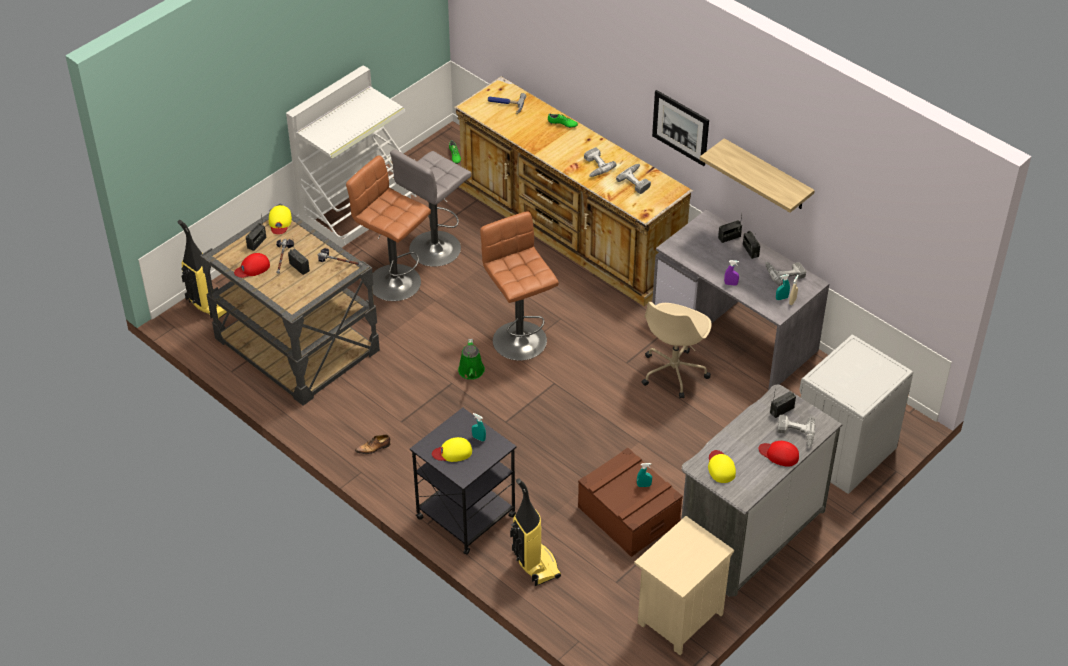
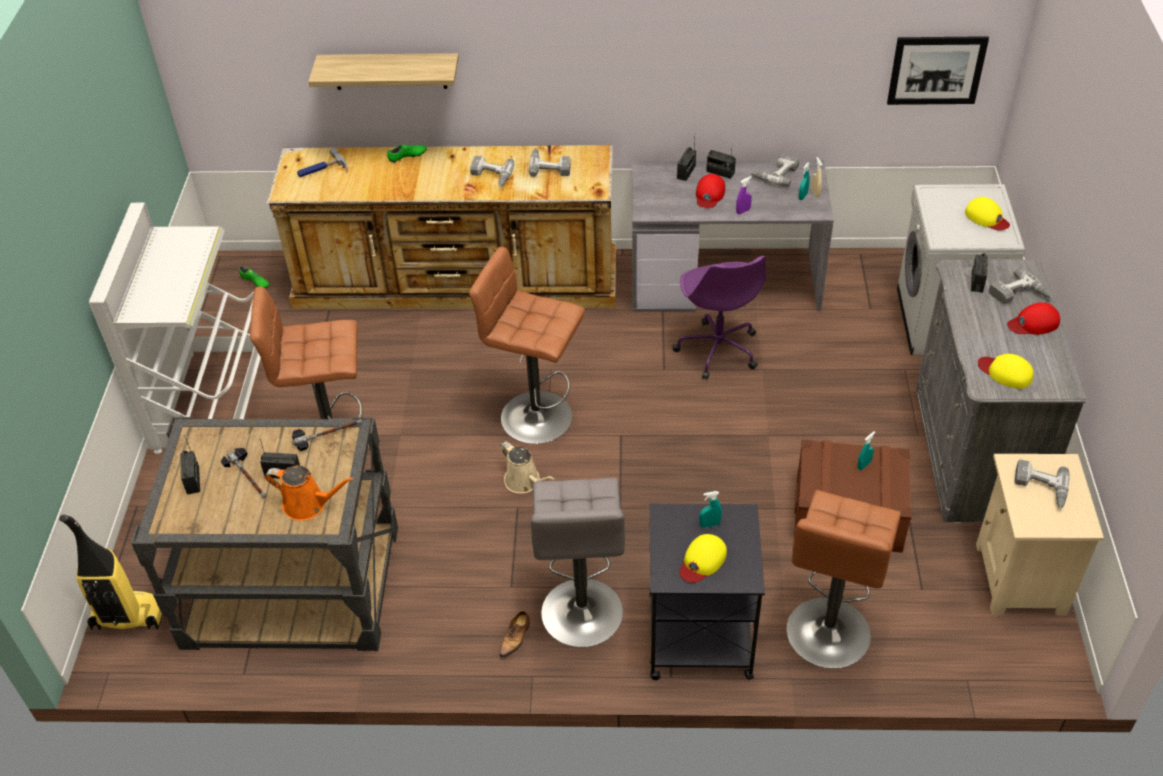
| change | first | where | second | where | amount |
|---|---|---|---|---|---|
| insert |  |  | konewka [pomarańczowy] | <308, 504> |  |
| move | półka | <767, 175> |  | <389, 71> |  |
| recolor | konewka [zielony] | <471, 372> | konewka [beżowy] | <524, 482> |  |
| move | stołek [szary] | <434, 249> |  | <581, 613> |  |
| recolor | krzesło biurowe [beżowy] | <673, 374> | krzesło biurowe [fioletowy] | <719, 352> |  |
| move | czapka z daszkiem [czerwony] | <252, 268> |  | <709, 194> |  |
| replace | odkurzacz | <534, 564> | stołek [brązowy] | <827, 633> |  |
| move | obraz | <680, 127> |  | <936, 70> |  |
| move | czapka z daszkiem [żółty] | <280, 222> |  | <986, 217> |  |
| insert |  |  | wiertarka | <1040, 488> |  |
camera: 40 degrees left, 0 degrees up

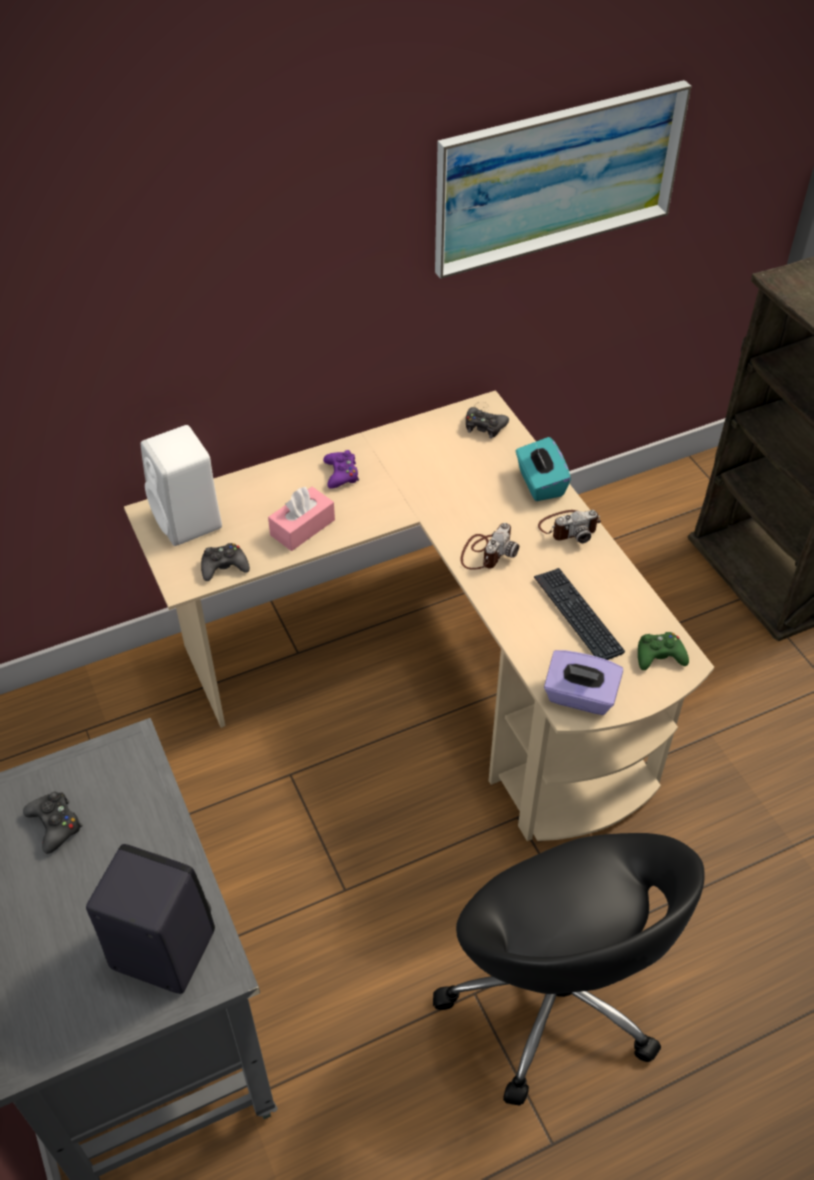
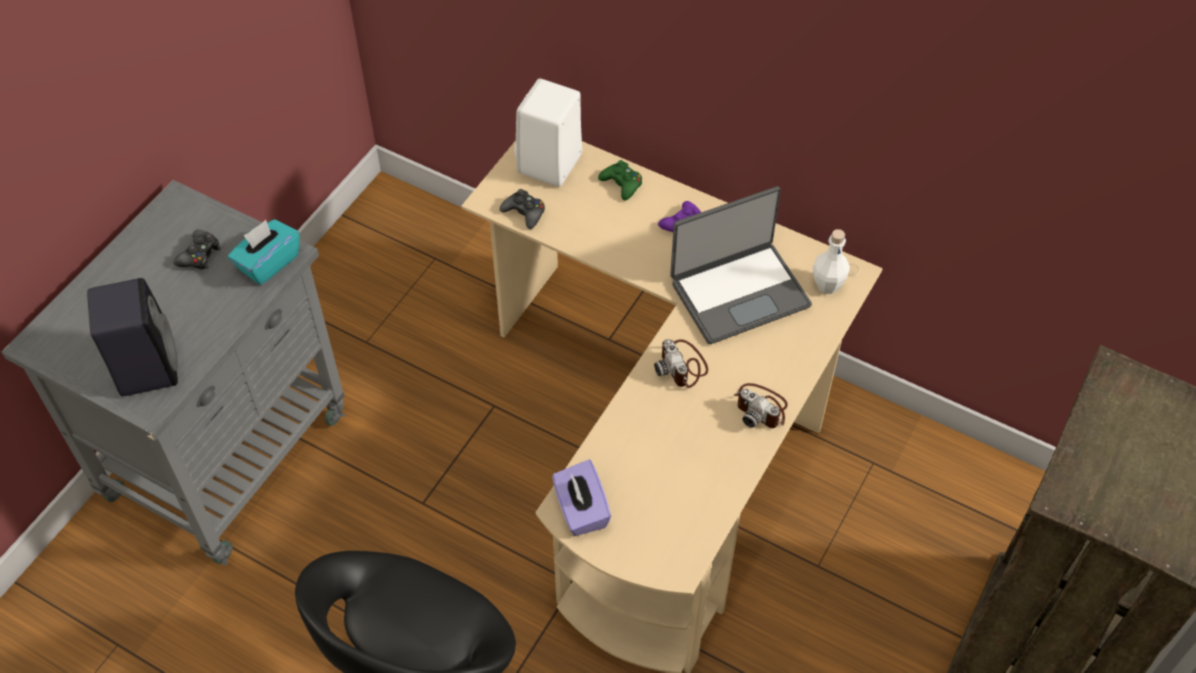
| change | first | where | second | where | amount |
|---|---|---|---|---|---|
| move | pudełko chusteczek [turkusowy] | <540, 483> |  | <268, 262> |  |
| move | pad do gier [zielony] | <659, 656> |  | <622, 184> |  |
| rotate | aparat fotograficzny | <486, 552> |  | <682, 366> | 75 degrees clockwise |
| insert |  |  | laptop | <739, 292> |  |
| replace | pad do gier [czarny] | <484, 426> | butelka [biały] | <827, 285> |  |
| delete | pudełko chusteczek [różowy] | <302, 527> |  |  |  |
| delete | obraz | <557, 177> |  |  |  |
| delete | klawiatura | <577, 615> |  |  |  |
camera: 55 degrees right, 5 degrees up

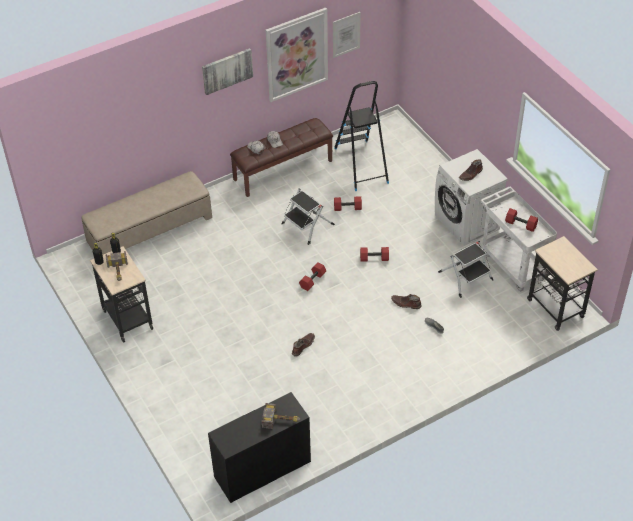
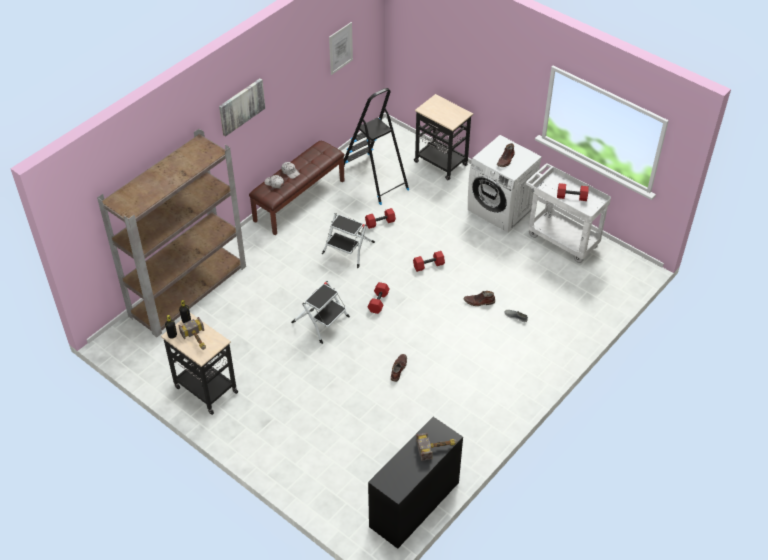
| change | first | where | second | where | amount |
|---|---|---|---|---|---|
| replace | ławka [beżowy] | <150, 228> | regał [brązowy] | <188, 290> |  |
| move | drabinka | <465, 277> |  | <320, 321> |  |
| move | wózek | <556, 309> |  | <441, 164> |  |
| delete | obraz | <296, 54> |  |  |  |
camera: 20 degrees left, 0 degrees up

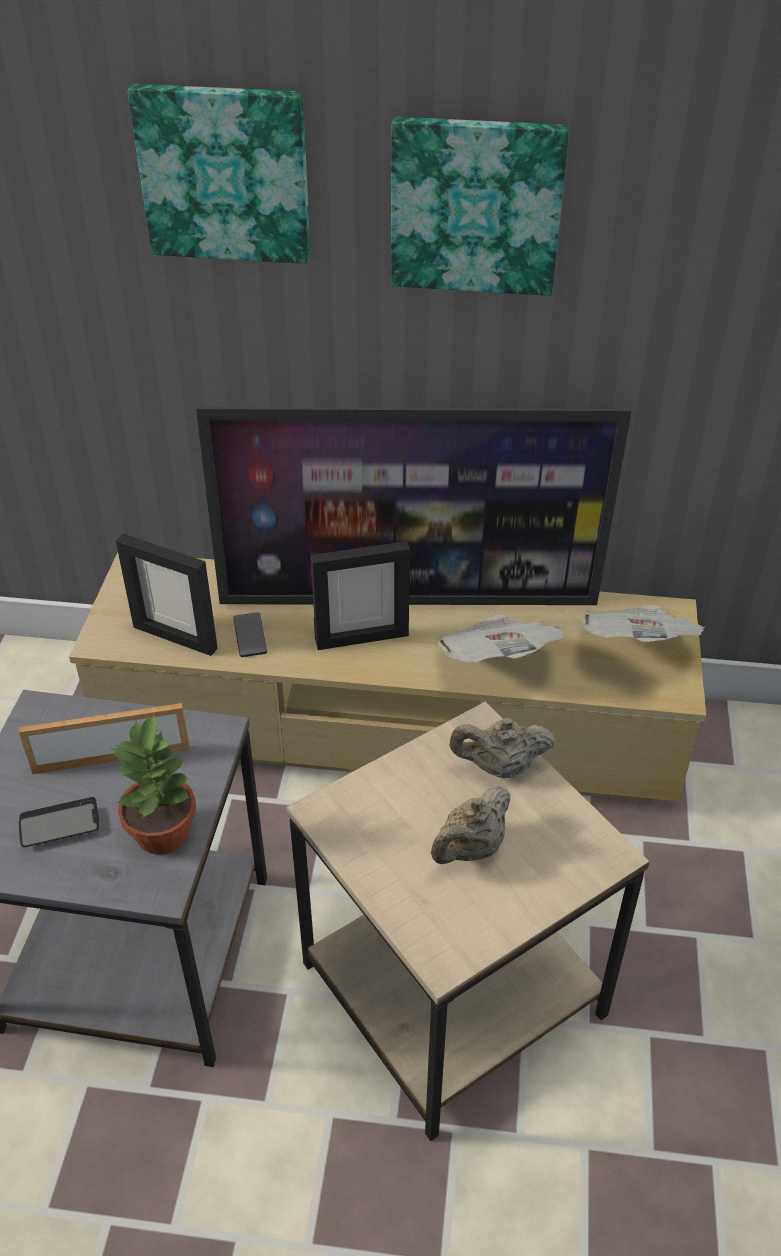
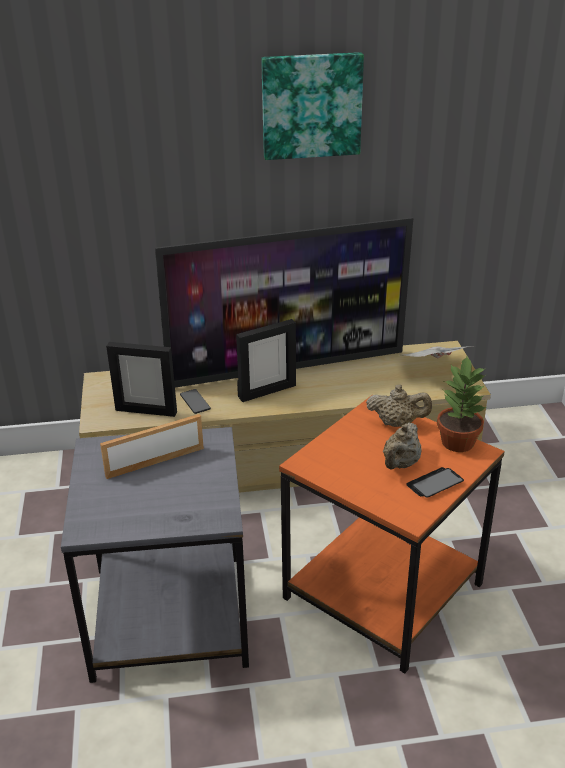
| change | first | where | second | where | amount |
|---|---|---|---|---|---|
| recolor | stolik [beżowy] | <457, 989> | stolik [pomarańczowy] | <386, 590> |  |
| rotate | imbryk [beżowy] | <500, 767> |  | <397, 423> | 150 degrees counterclockwise |
| move | telefon | <59, 824> |  | <434, 484> |  |
| move | roślina doniczkowa | <164, 833> |  | <458, 442> |  |
| delete | obraz | <225, 173> |  |  |  |
| delete | gazeta | <496, 661> |  |  |  |
camera: 15 degrees left, 10 degrees down

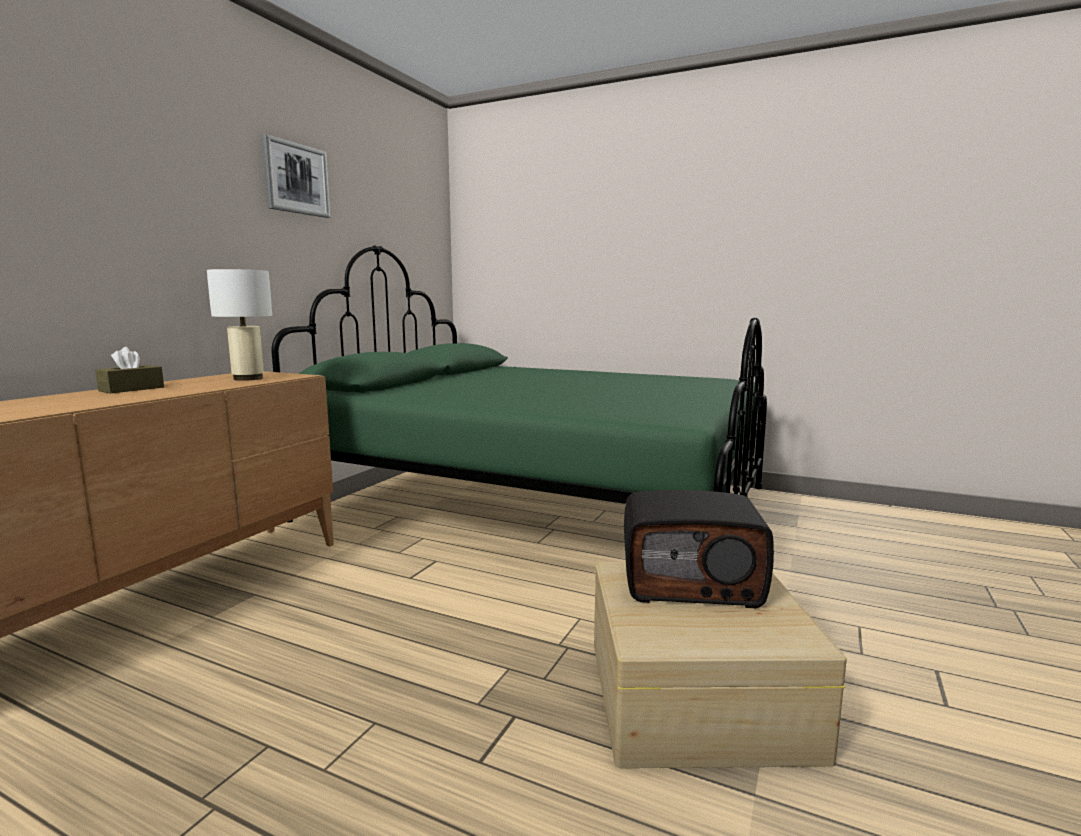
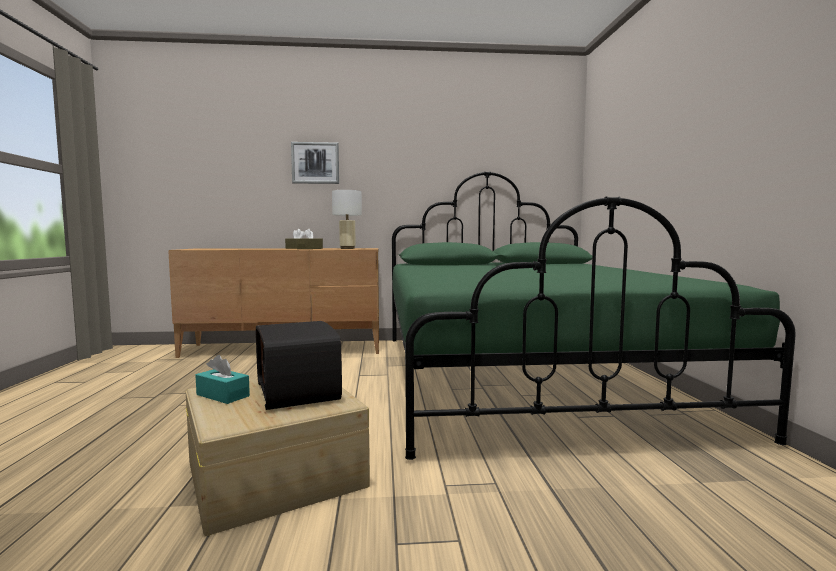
| change | first | where | second | where | amount |
|---|---|---|---|---|---|
| insert |  |  | pudełko chusteczek [turkusowy] | <223, 395> |  |
| move | obraz | <296, 179> |  | <315, 163> |  |
| insert |  |  | pudełko chusteczek [brązowy] | <310, 248> |  |
camera: 60 degrees right, 5 degrees down

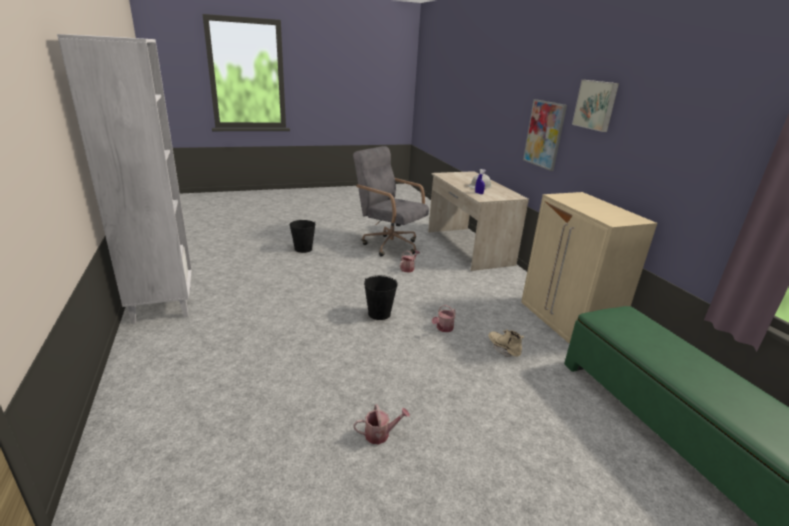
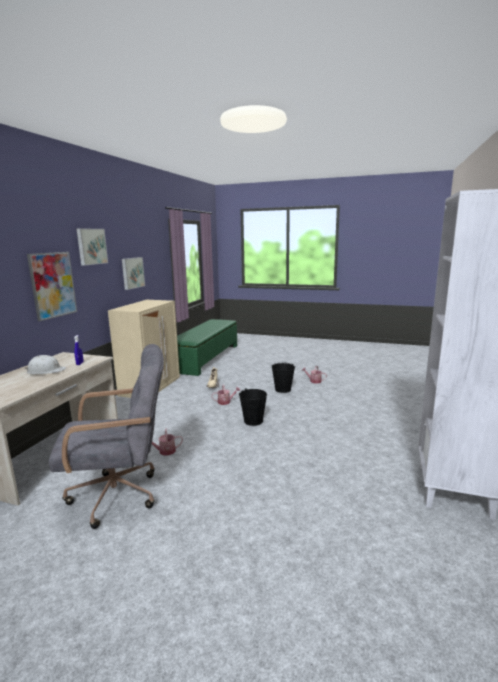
| change | first | where | second | where | amount |
|---|---|---|---|---|---|
| rotate | krzesło biurowe [szary] | <388, 245> |  | <120, 496> | 90 degrees counterclockwise |
| insert |  |  | obraz | <132, 273> |  |
| move | wiadro [czarny] | <303, 249> |  | <283, 389> |  |
camera: 140 degrees left, 10 degrees down

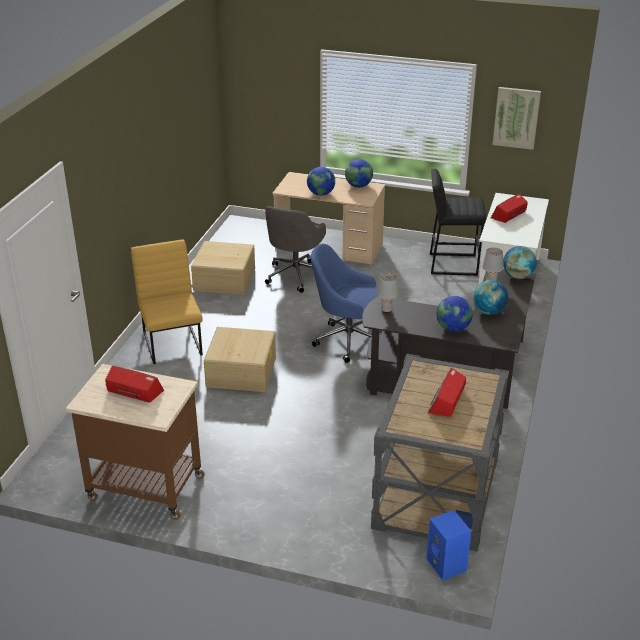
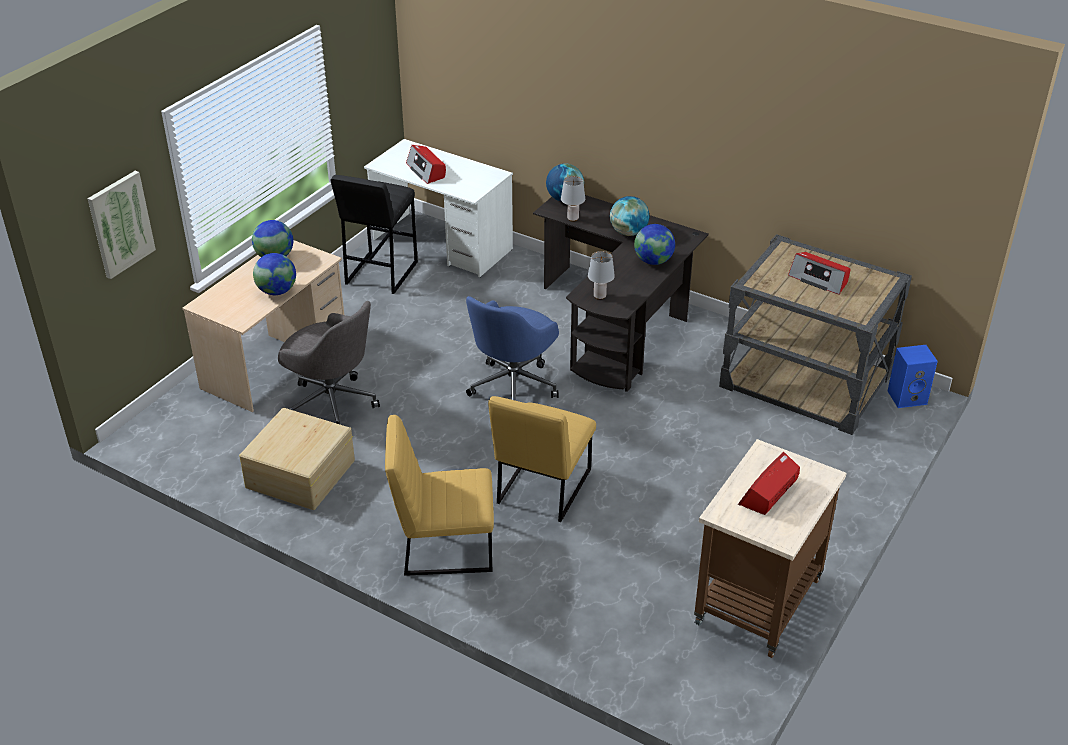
| change | first | where | second | where | amount |
|---|---|---|---|---|---|
| move | obraz | <516, 117> |  | <120, 224> |  |
| replace | pojemnik do przechowywania [beżowy] | <241, 371> | krzesło [żółty] | <542, 488> |  |
camera: 75 degrees left, 5 degrees up

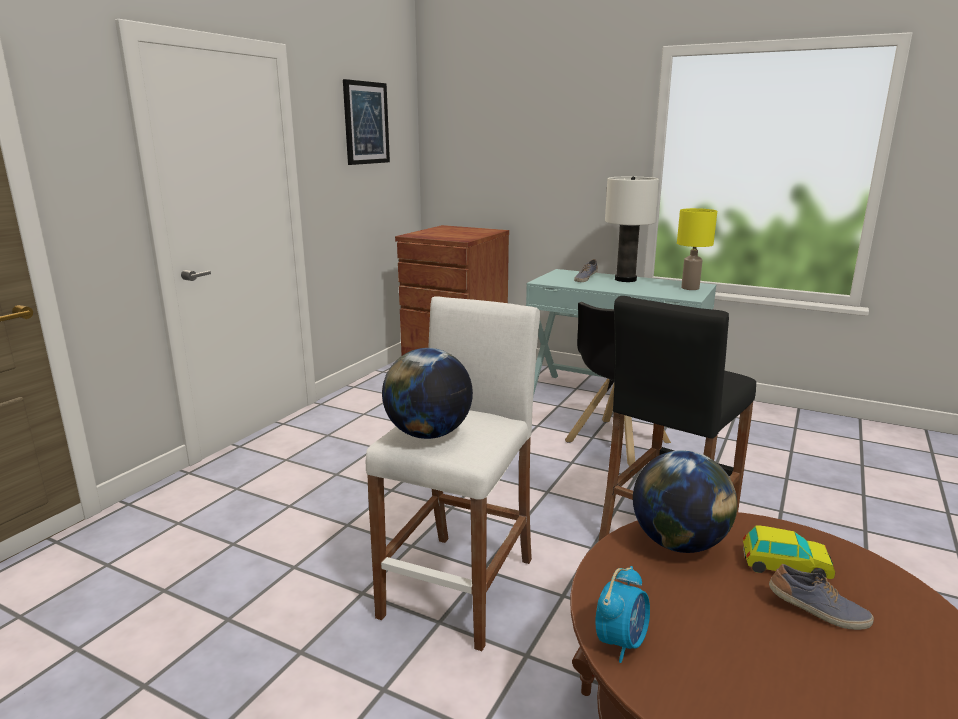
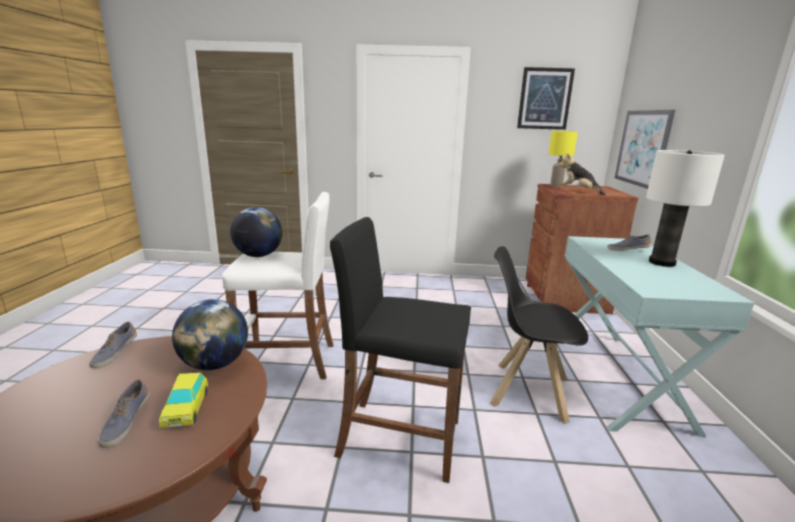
| change | first | where | second | where | amount |
|---|---|---|---|---|---|
| replace | budzik | <621, 642> | but | <114, 353> |  |
| move | lampa stołowa [żółty] | <690, 288> |  | <556, 185> |  |
| insert |  |  | pluszak | <578, 191> |  |
| insert |  |  | obraz | <642, 148> |  |
camera: 65 degrees right, 0 degrees up

